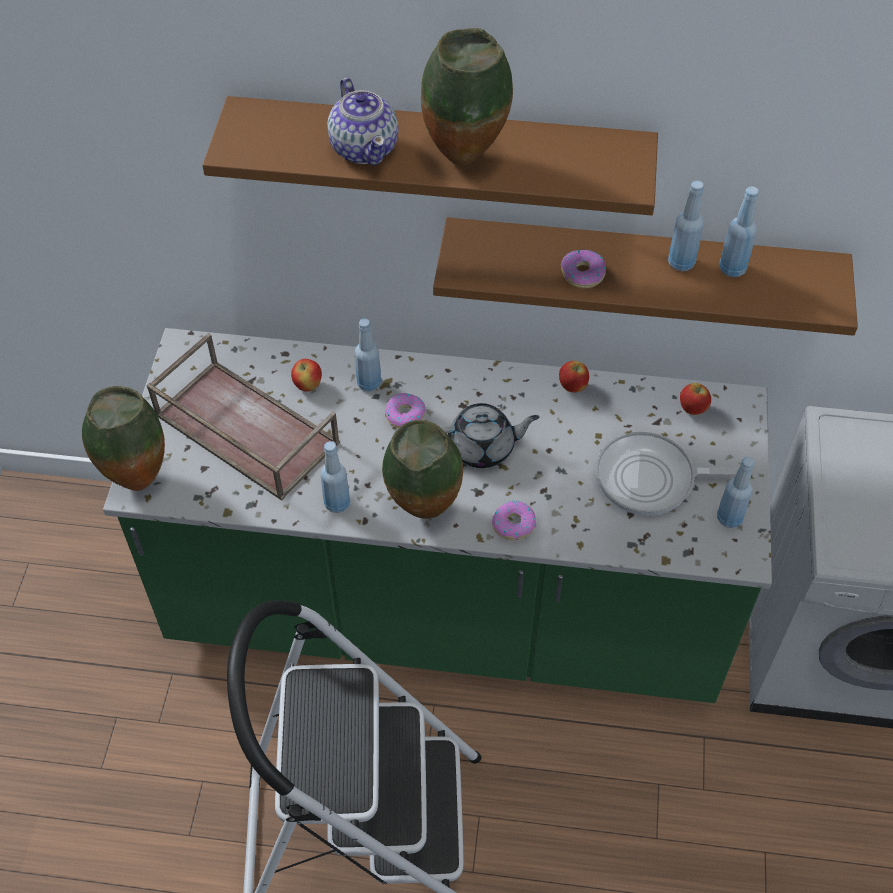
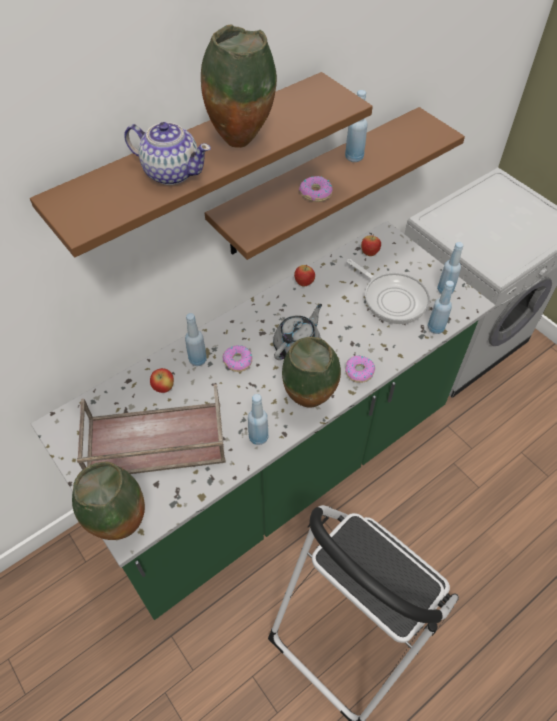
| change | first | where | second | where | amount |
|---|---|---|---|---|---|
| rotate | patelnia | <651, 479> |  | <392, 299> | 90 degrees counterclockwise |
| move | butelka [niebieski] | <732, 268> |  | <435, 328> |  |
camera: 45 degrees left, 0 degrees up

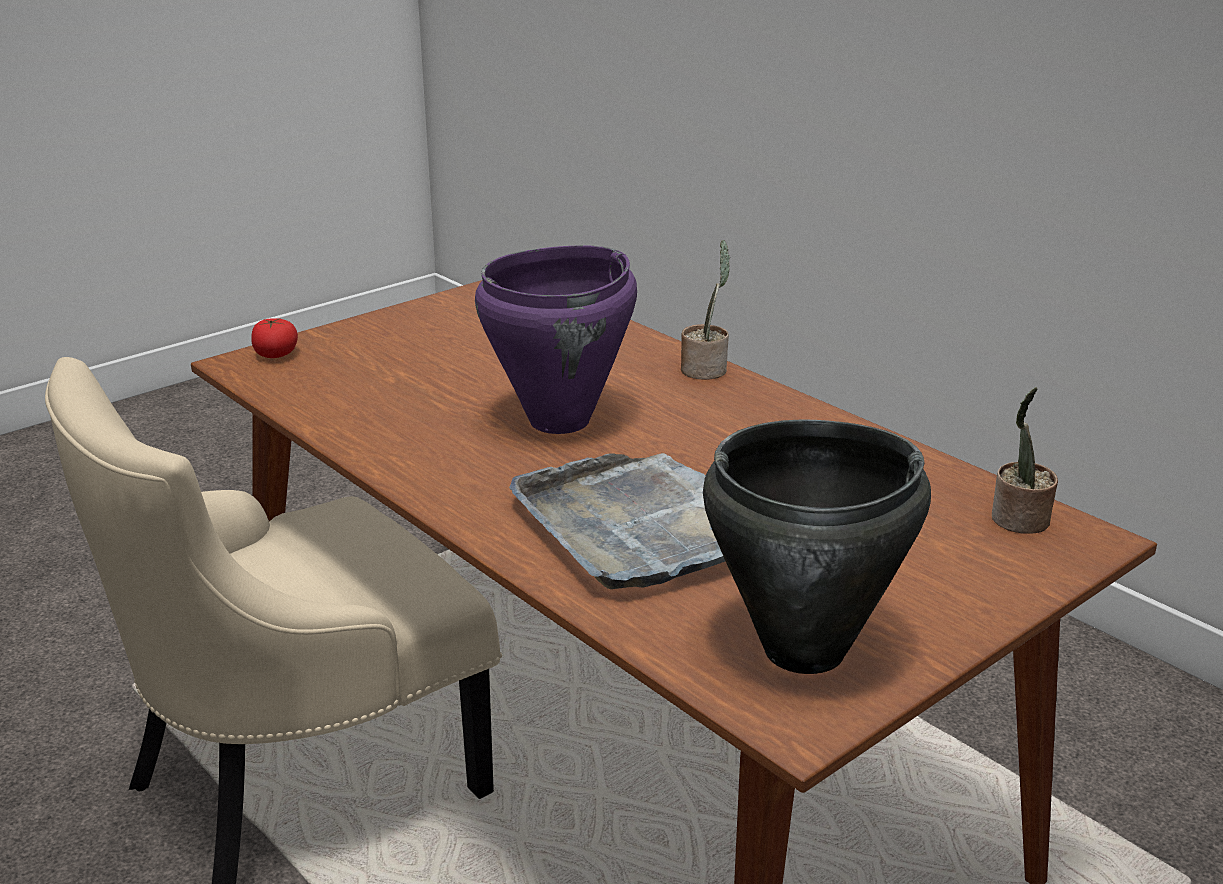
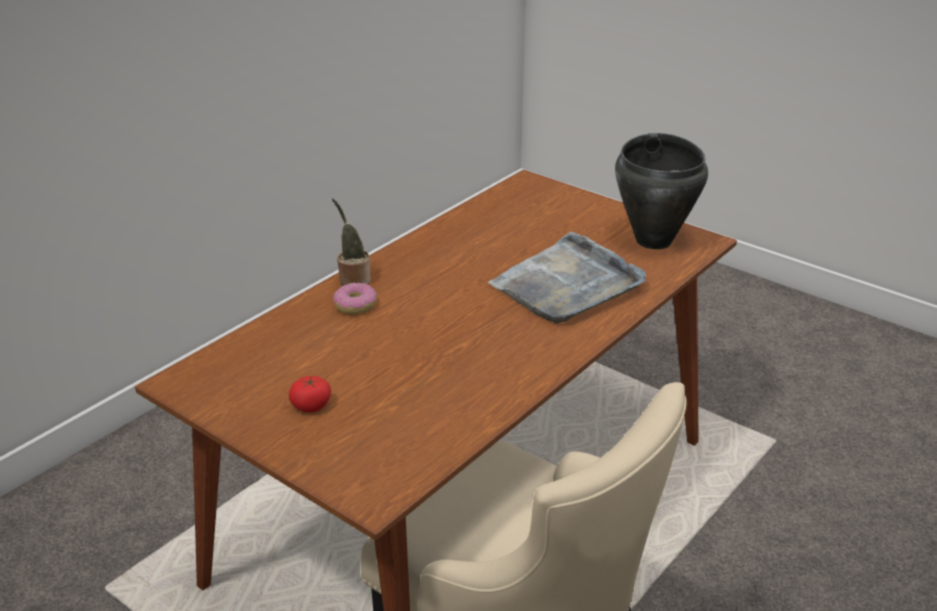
| change | first | where | second | where | amount |
|---|---|---|---|---|---|
| move | pomidor | <276, 354> |  | <311, 405> |  |
| insert |  |  | donut | <355, 305> |  |
| delete | garnek [fioletowy] | <561, 421> |  |  |  |
| delete | roślina doniczkowa | <1018, 521> |  |  |  |
camera: 100 degrees left, 5 degrees up

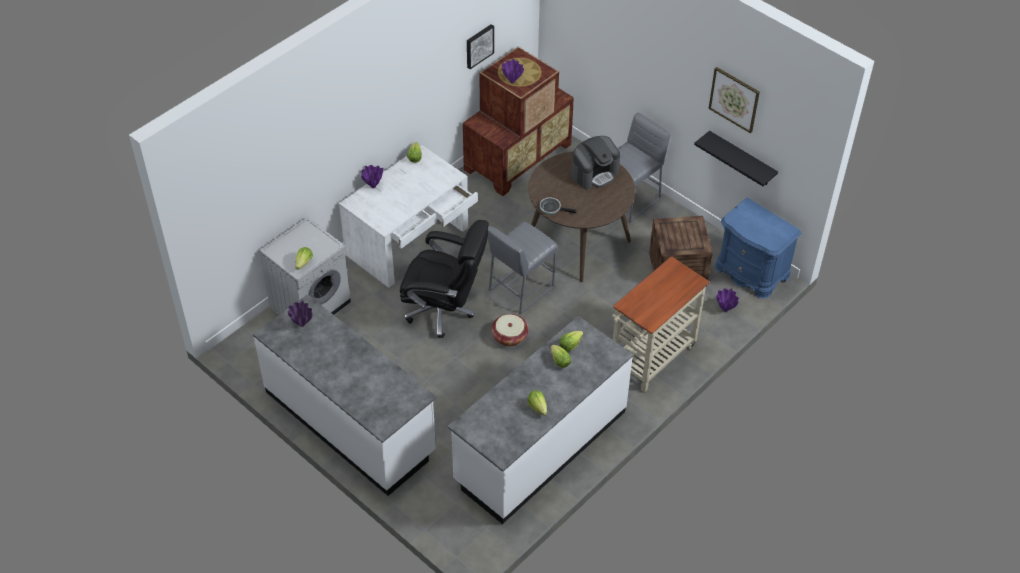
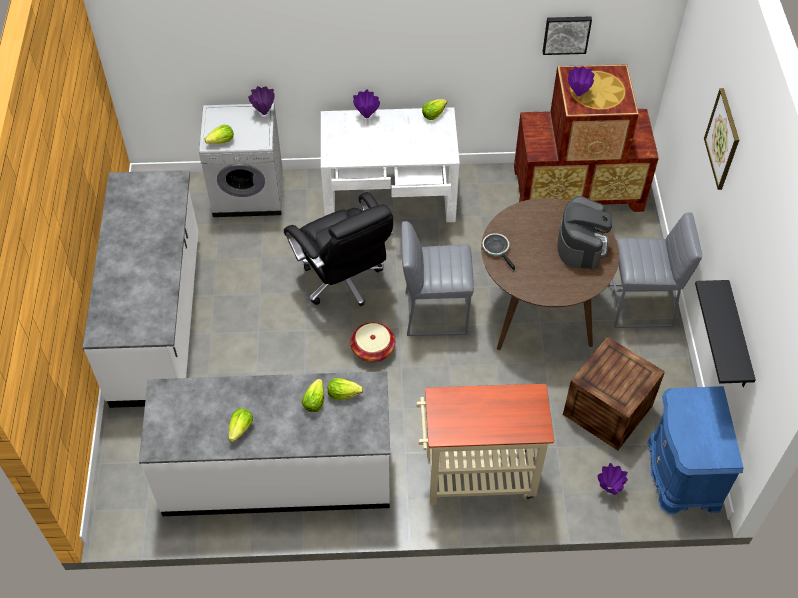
| change | first | where | second | where | amount |
|---|---|---|---|---|---|
| move | wazon [fioletowy] | <301, 324> |  | <264, 112> |  |
| rotate | ekspres do kawy | <595, 173> |  | <581, 244> | 90 degrees counterclockwise |
| move | obraz | <734, 99> |  | <722, 139> |  |
camera: 45 degrees right, 5 degrees up

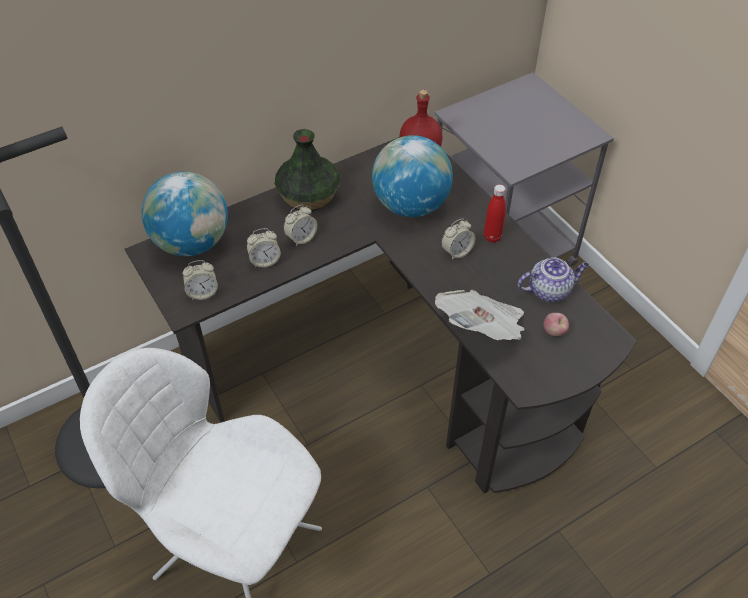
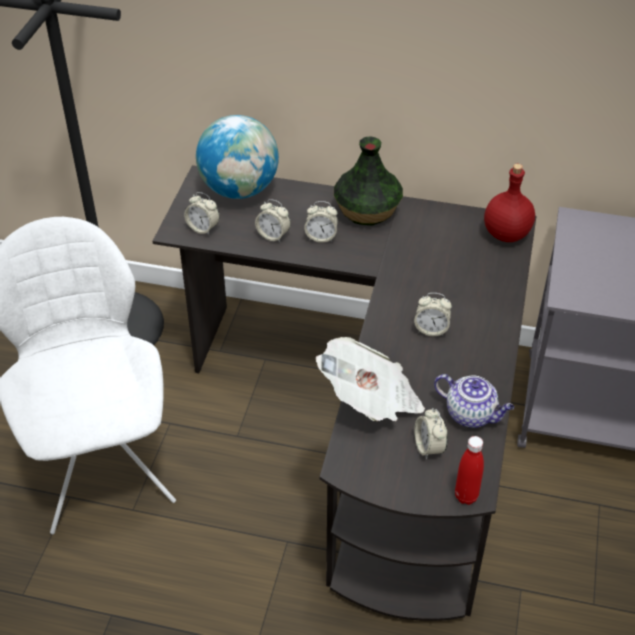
| change | first | where | second | where | amount |
|---|---|---|---|---|---|
| replace | jabłko | <554, 332> | budzik | <429, 447> |  |
| move | butelka [czerwony] | <492, 237> |  | <466, 496> |  |
| delete | globus | <410, 205> |  |  |  |
camera: 45 degrees right, 5 degrees down

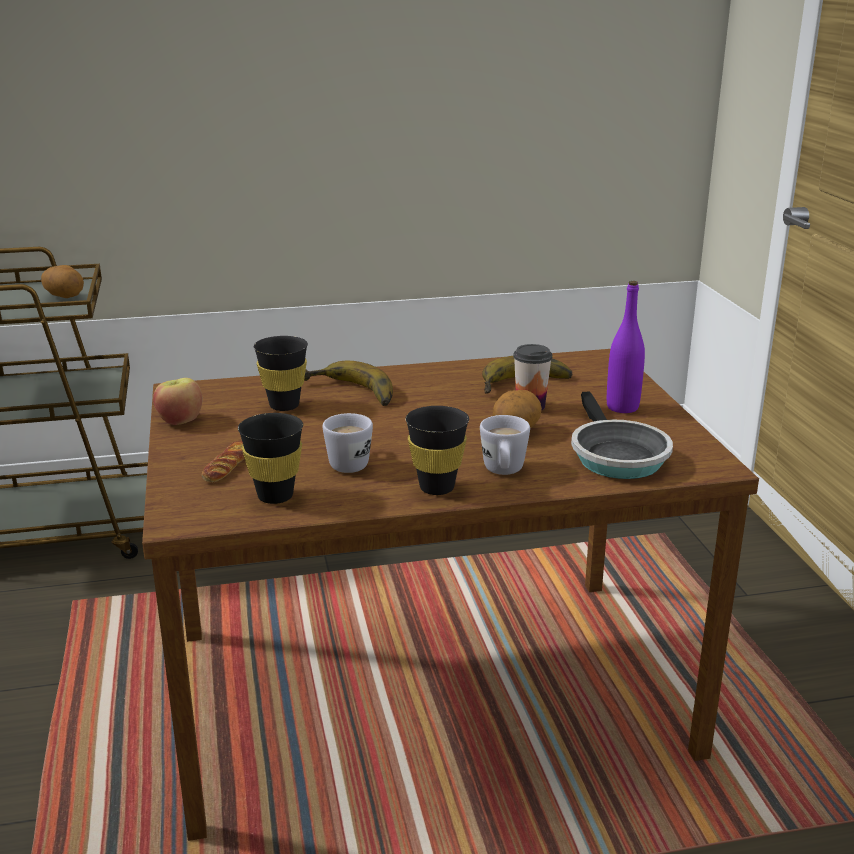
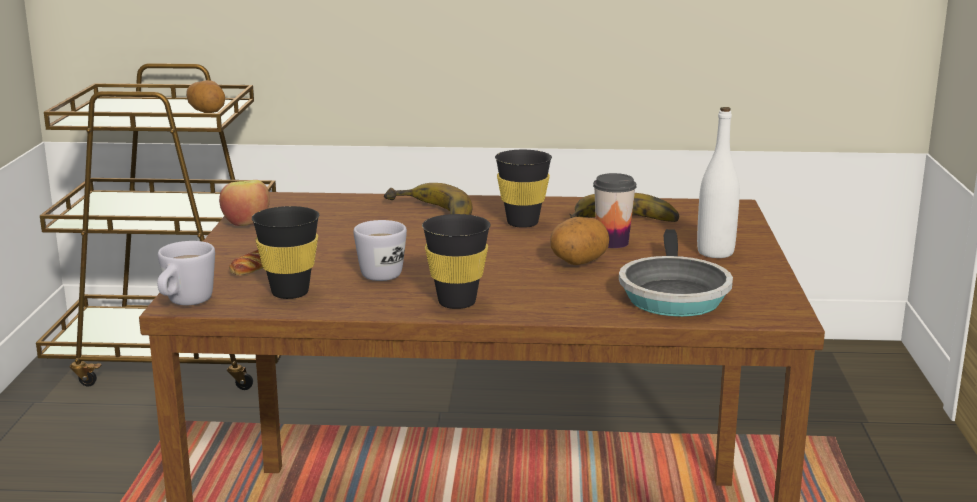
| change | first | where | second | where | amount |
|---|---|---|---|---|---|
| move | kubek [biały] | <503, 472> |  | <185, 303> |  |
| move | filiżanka [czarny] | <284, 405> |  | <522, 223> |  |
| recolor | butelka [fioletowy] | <622, 407> | butelka [biały] | <715, 252> |  |
camera: 15 degrees right, 5 degrees down

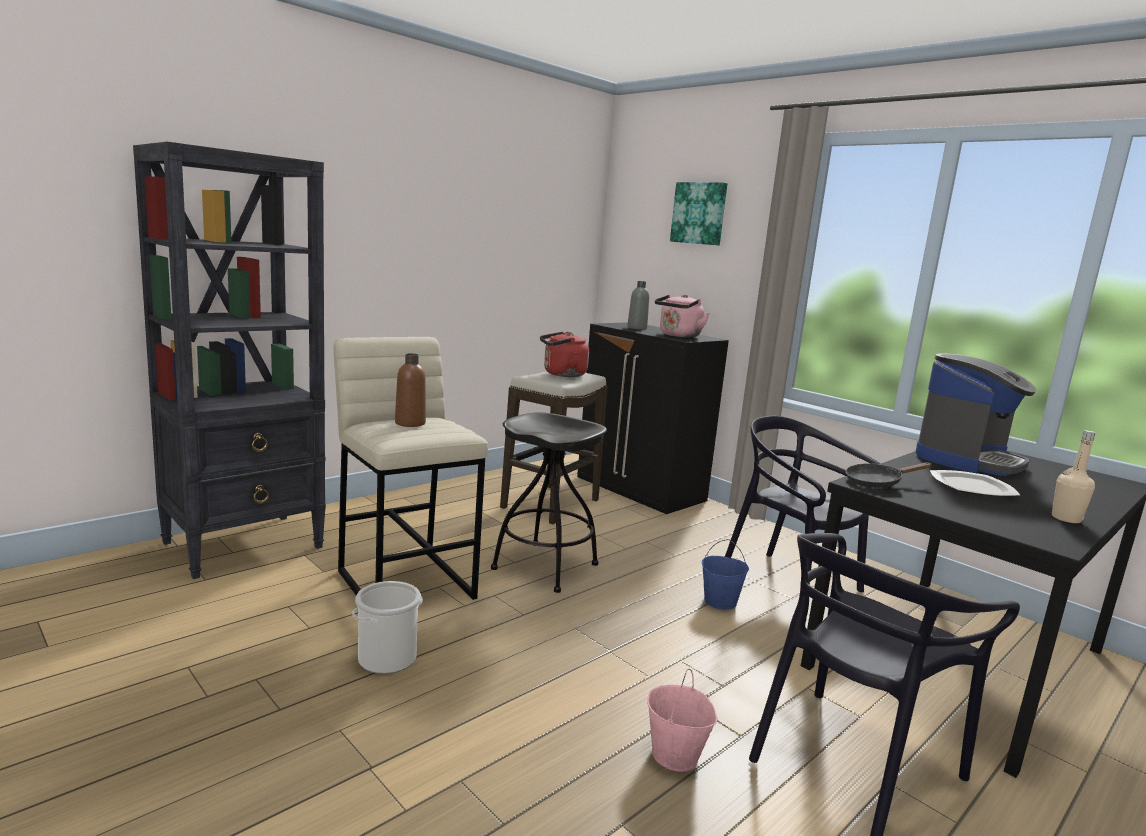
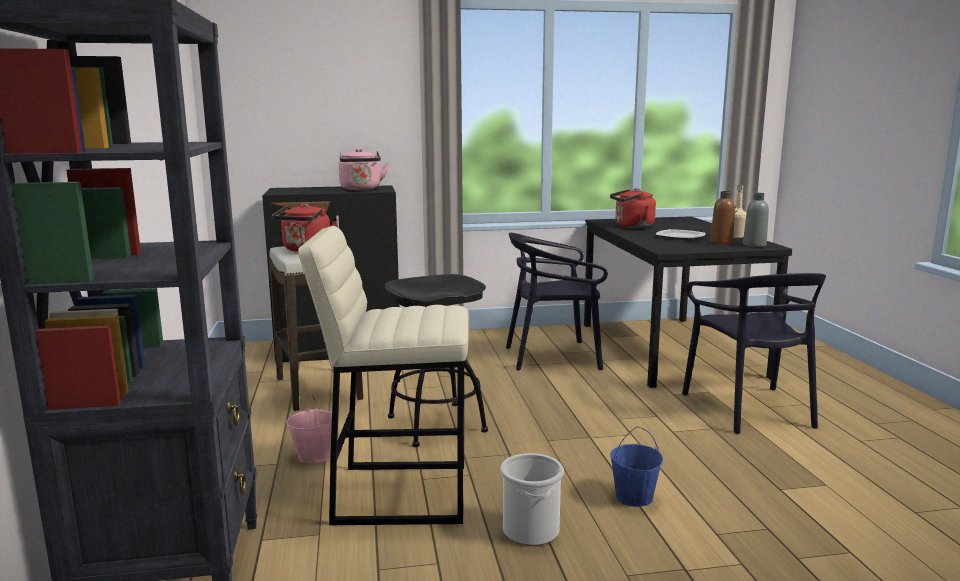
| change | first | where | second | where | amount |
|---|---|---|---|---|---|
| move | wiadro [różowy] | <675, 755> |  | <315, 456> |  |
| replace | ekspres do kawy | <967, 460> | czajnik [czerwony] | <632, 227> |  |
| move | wiadro [niebieski] | <720, 601> |  | <633, 497> |  |
| move | butelka [brązowy] | <410, 423> |  | <721, 242> |  |
| move | butelka [szary] | <637, 328> |  | <754, 245> |  |
| delete | obraz | <699, 213> |  |  |  |
| delete | patelnia [czarny] | <877, 483> |  |  |  |
camera: 55 degrees left, 0 degrees up

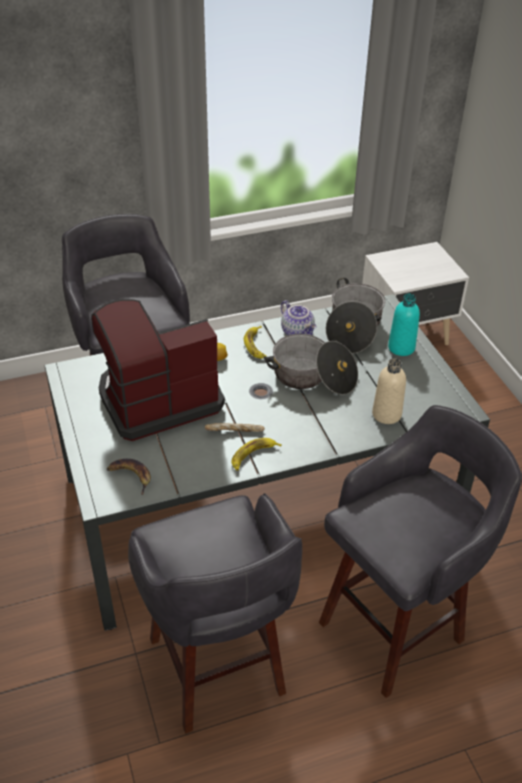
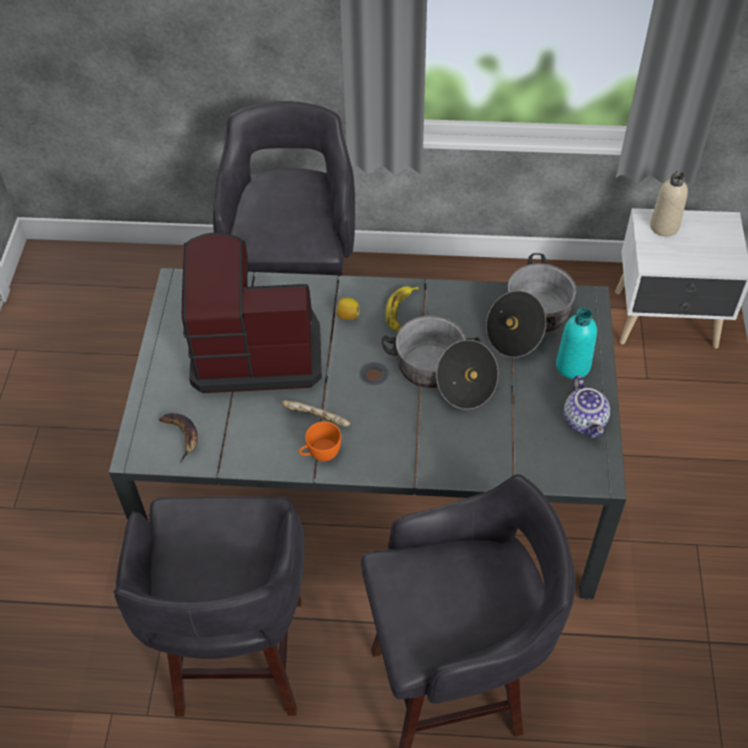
| change | first | where | second | where | amount |
|---|---|---|---|---|---|
| replace | banan | <253, 456> | filiżanka [pomarańczowy] | <320, 454> |  |
| move | imbryk | <298, 332> |  | <585, 421> |  |
| move | butelka [beżowy] | <386, 414> |  | <664, 226> |  |
camera: 25 degrees right, 10 degrees up

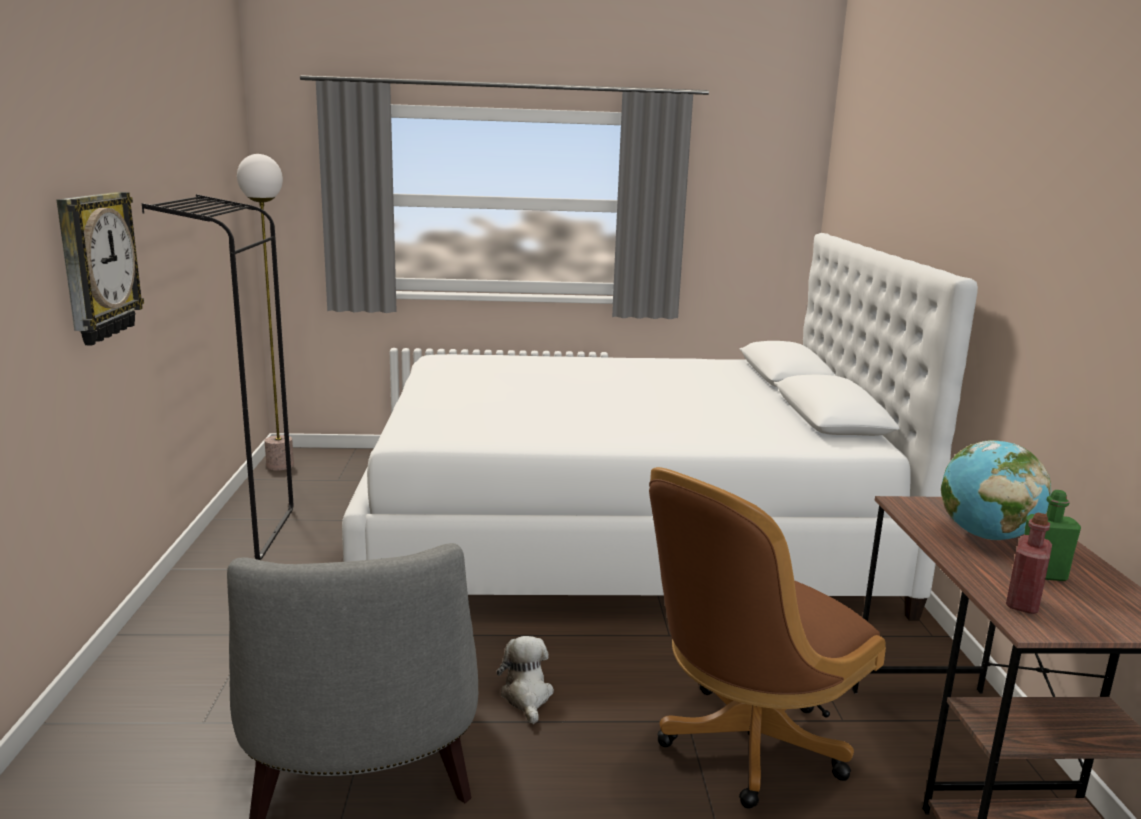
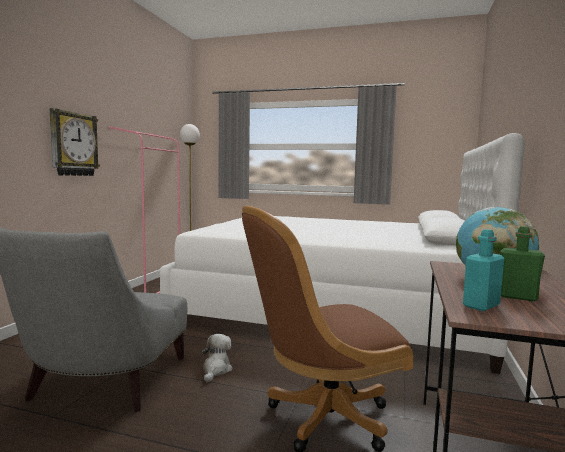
| change | first | where | second | where | amount |
|---|---|---|---|---|---|
| recolor | wieszak [czarny] | <242, 533> | wieszak [różowy] | <150, 289> |  |
| recolor | butelka [czerwony] | <1023, 603> | butelka [turkusowy] | <481, 306> |  |
camera: 20 degrees right, 10 degrees down

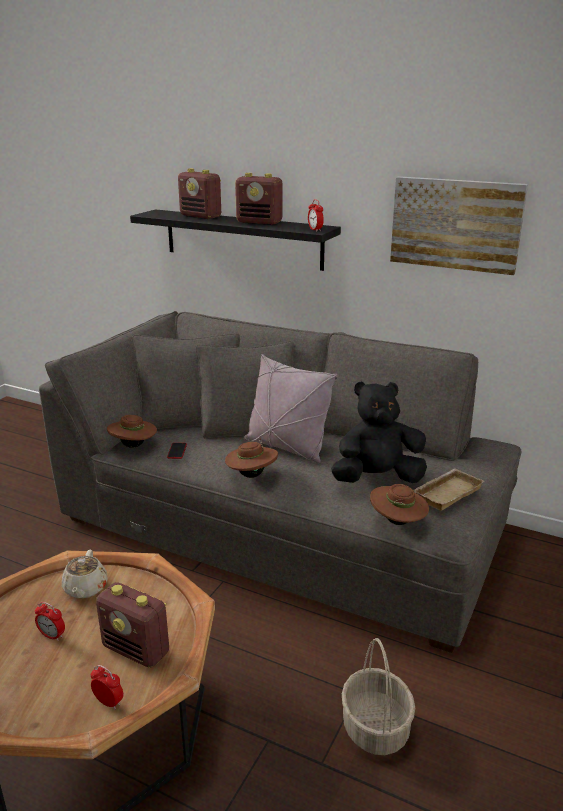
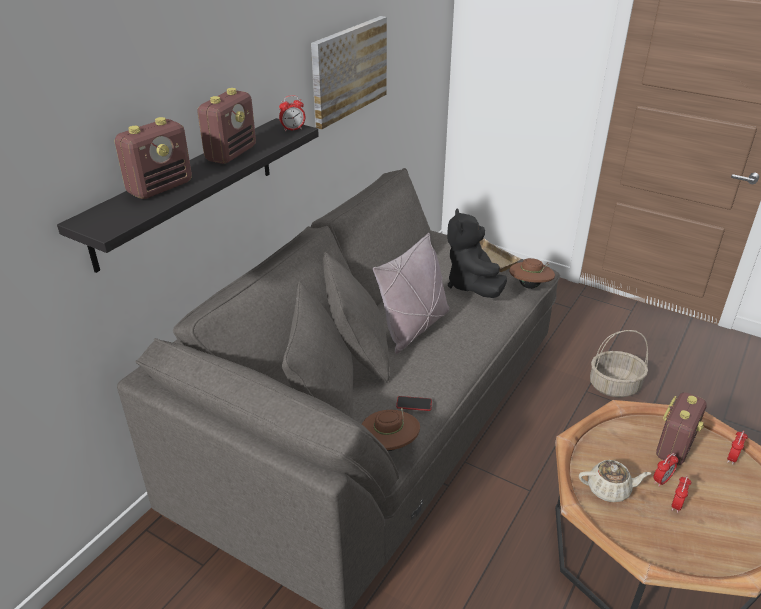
| change | first | where | second | where | amount |
|---|---|---|---|---|---|
| insert |  |  | budzik | <662, 480> |  |
| delete | kapelusz [brązowy] | <251, 475> |  |  |  |
camera: 85 degrees left, 10 degrees up

